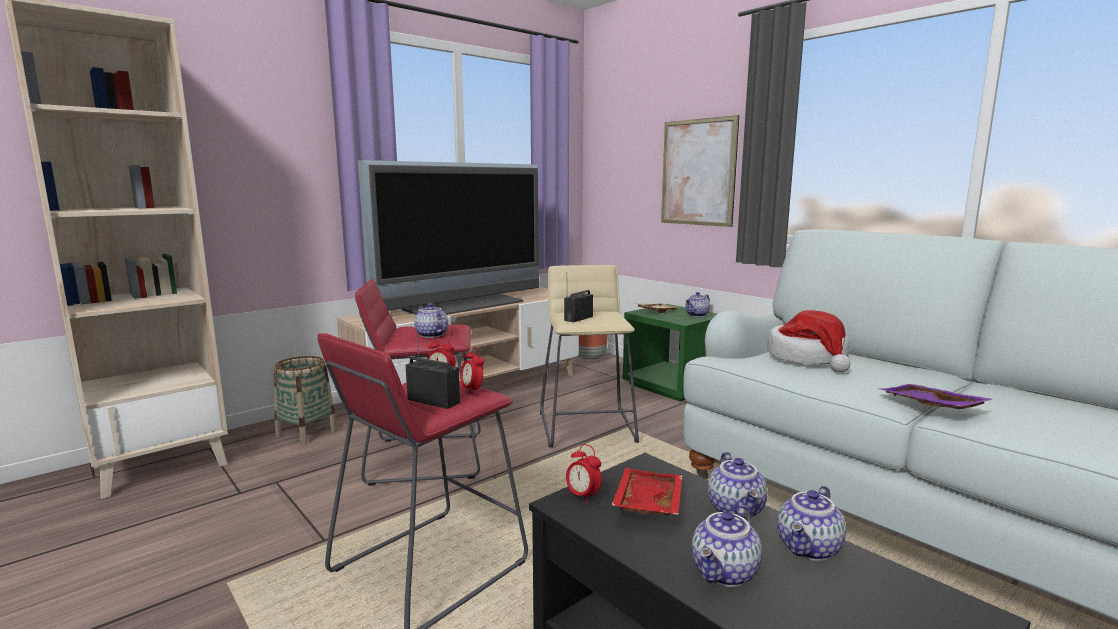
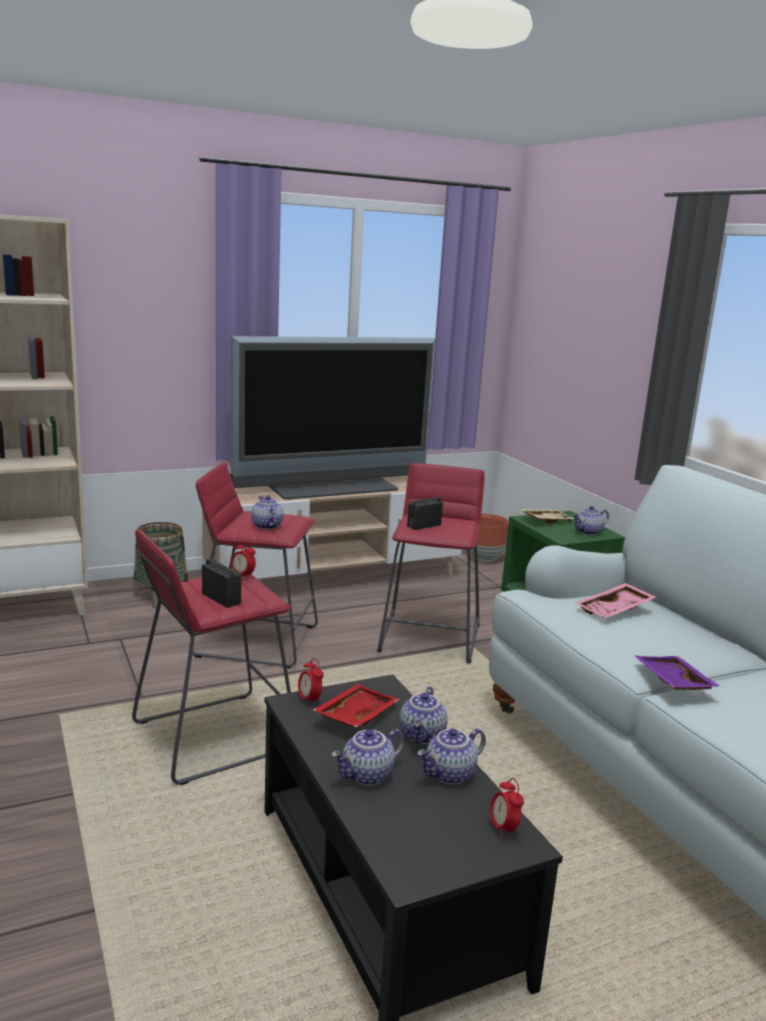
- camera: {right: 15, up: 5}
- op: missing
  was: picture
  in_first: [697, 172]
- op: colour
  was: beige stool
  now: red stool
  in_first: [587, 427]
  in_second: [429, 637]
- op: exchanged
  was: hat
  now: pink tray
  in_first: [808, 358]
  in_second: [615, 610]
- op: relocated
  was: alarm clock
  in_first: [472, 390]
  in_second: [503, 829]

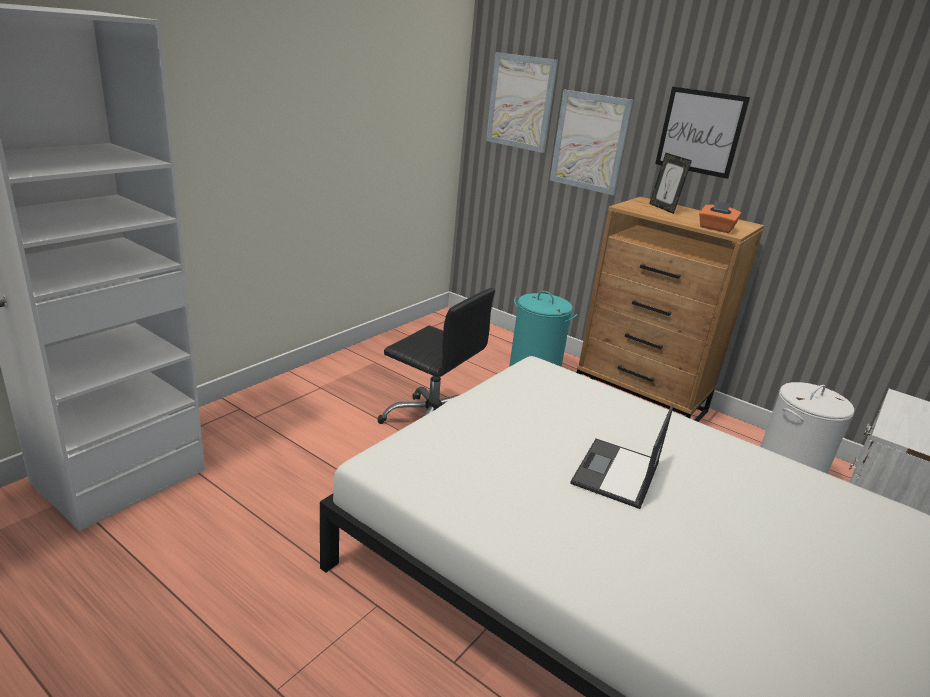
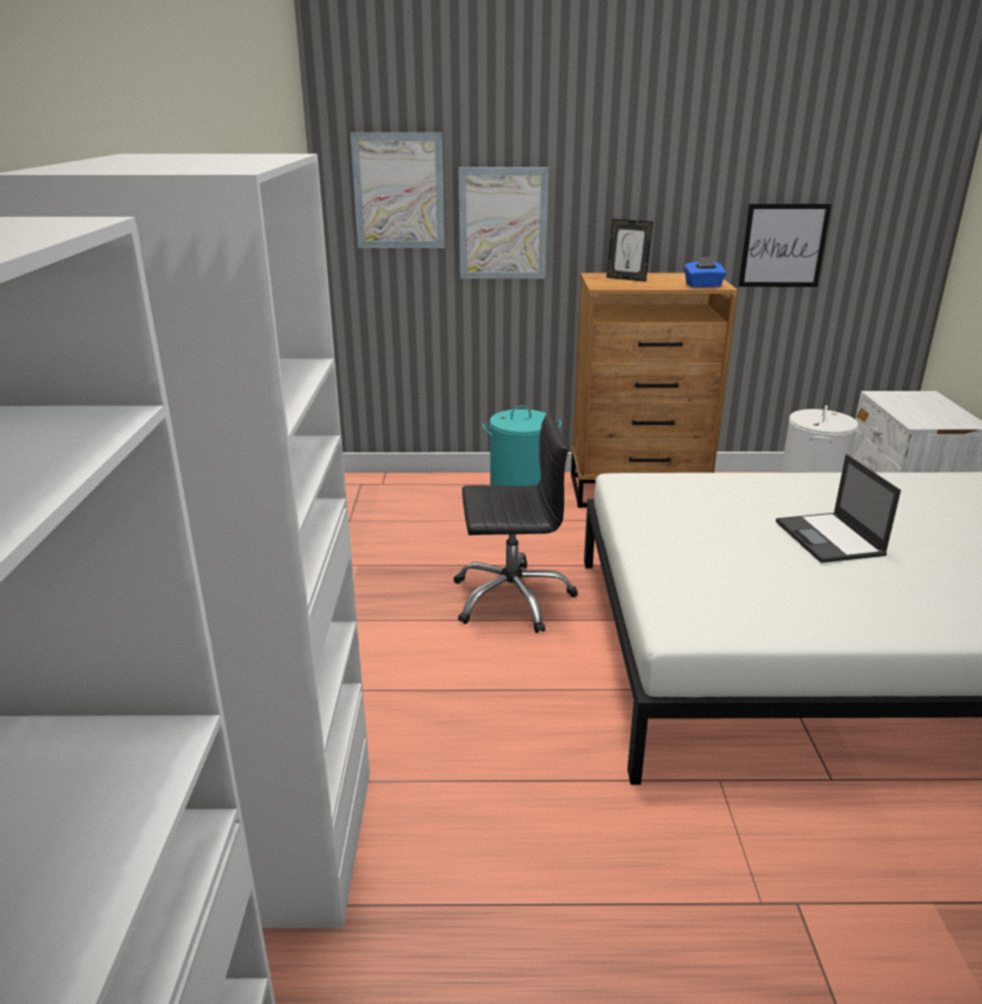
- camera: {right: -35, up: 0}
- op: relocated
  was: picture
  in_first: [700, 132]
  in_second: [783, 245]
- op: colour
  was: orange tissue box
  now: blue tissue box
  in_first: [715, 228]
  in_second: [703, 286]

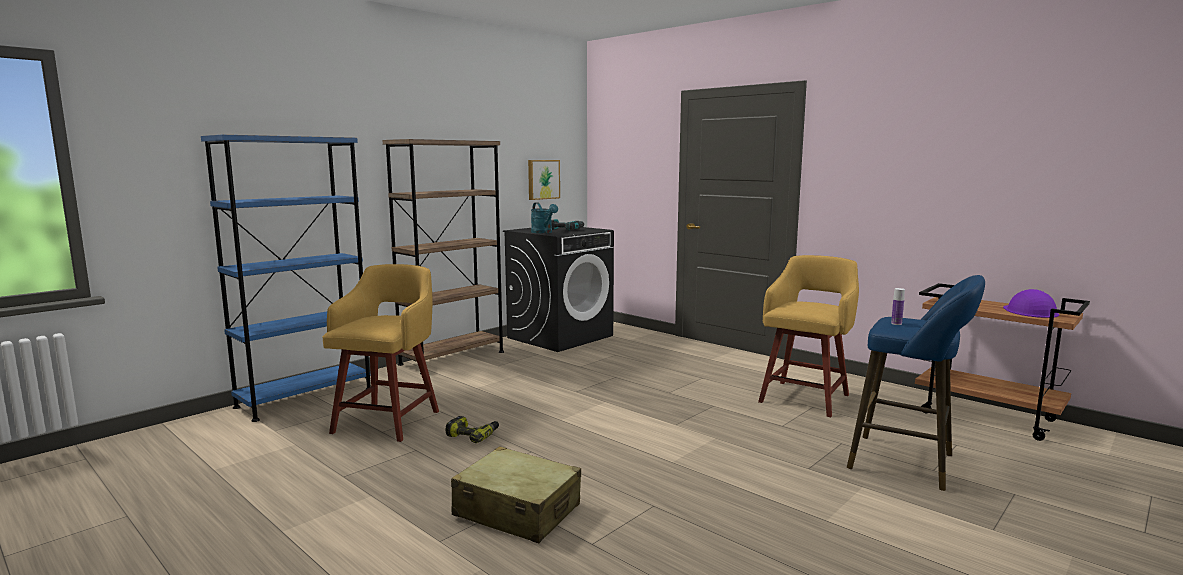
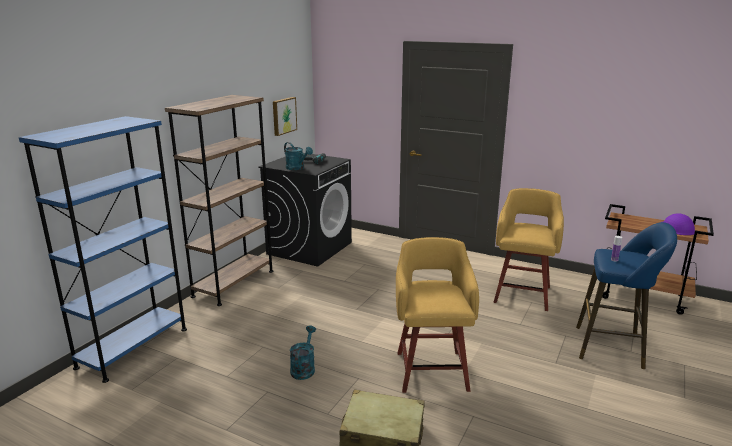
- camera: {right: -15, up: 10}
- op: relocated
  was: yellow stool
  in_first: [389, 420]
  in_second: [432, 369]
- op: exchanged
  was: power drill
  now: turquoise watering can
  in_first: [473, 435]
  in_second: [304, 368]

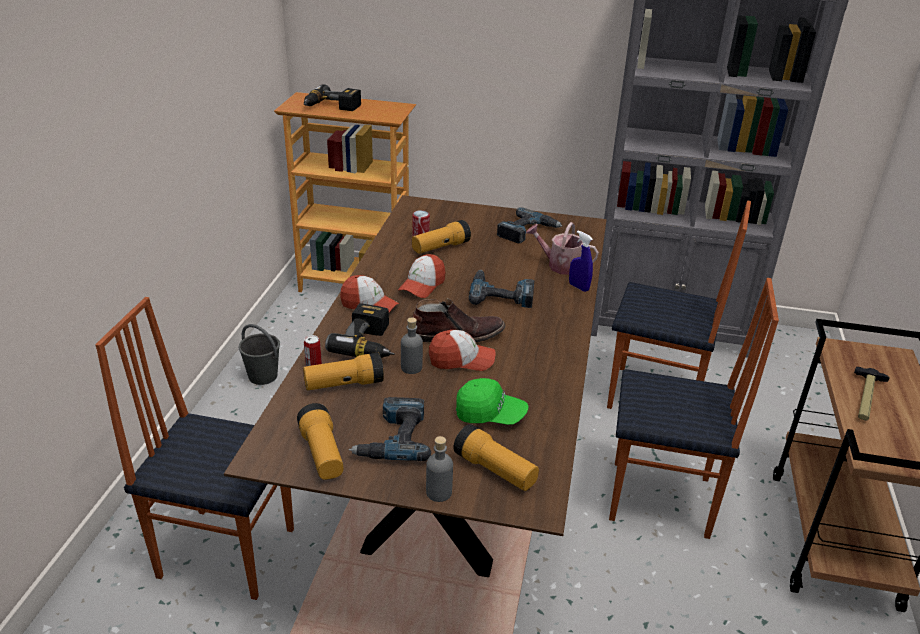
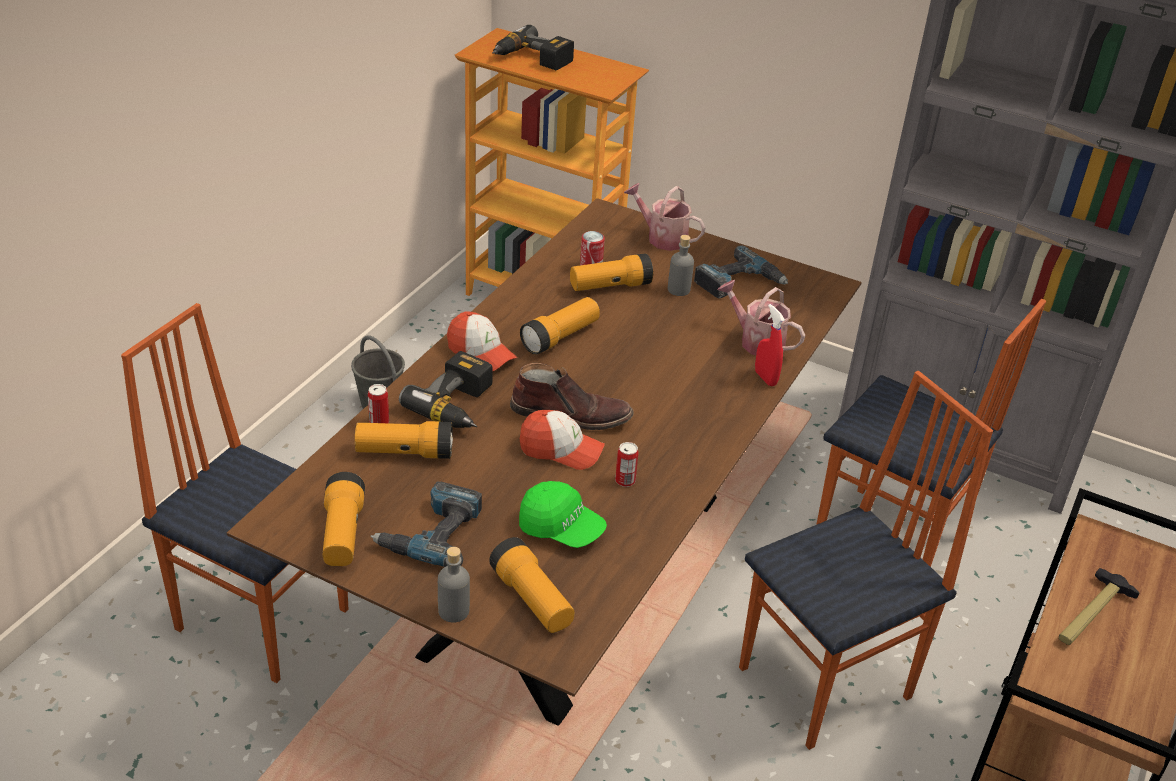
- camera: {right: 15, up: 5}
- op: colour
  was: blue spray bottle
  now: red spray bottle
  in_first: [578, 287]
  in_second: [765, 378]
- op: exchanged
  was: cap
  now: flashlight
  in_first: [422, 285]
  in_second: [560, 337]
- op: missing
  was: power drill
  in_first: [501, 294]
- op: spun
  was: chair
  in_first: [661, 500]
  in_second: [828, 684]
  clockwise: -60
- op: relocated
  was: grey bottle
  in_first: [411, 367]
  in_second: [679, 289]
- op: appeared
  now: watering can
  in_second: [662, 237]
- op: appeared
  now: can
  in_second: [625, 480]

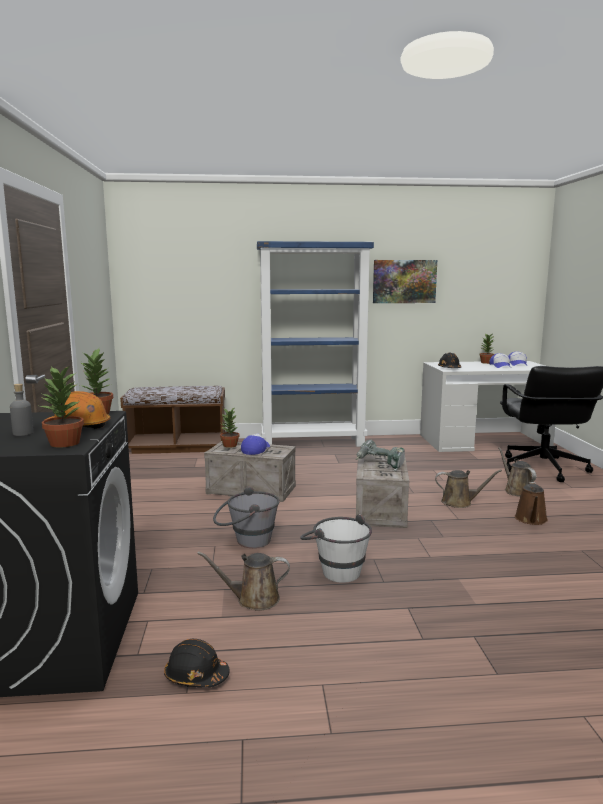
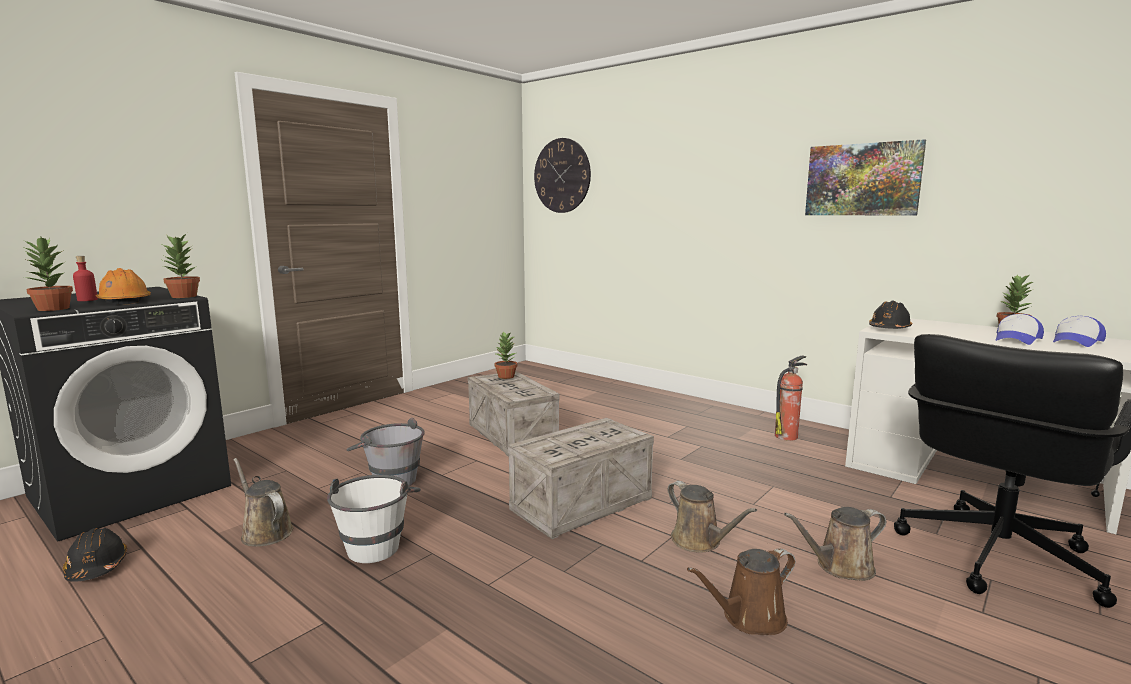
- camera: {right: 45, up: 0}
- op: missing
  was: blue bookcase
  in_first: [313, 442]
- op: colour
  was: grey bottle
  now: red bottle
  in_first: [23, 433]
  in_second: [87, 300]
- op: missing
  was: brown bench
  in_first: [177, 447]
- op: missing
  was: cap
  in_first: [255, 449]
- op: missing
  was: power drill
  in_first: [379, 465]
- op: spun
  was: brown watering can
  in_first: [516, 491]
  in_second: [840, 567]
  clockwise: -135
- op: appeared
  now: wall clock
  in_second: [562, 175]
- op: appeared
  now: fire extinguisher
  in_second: [787, 436]

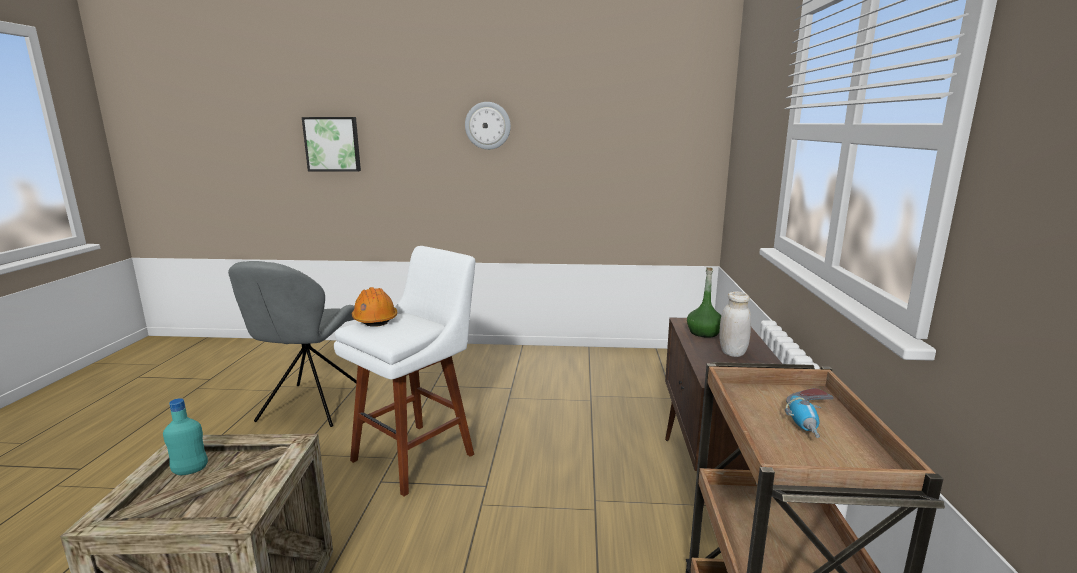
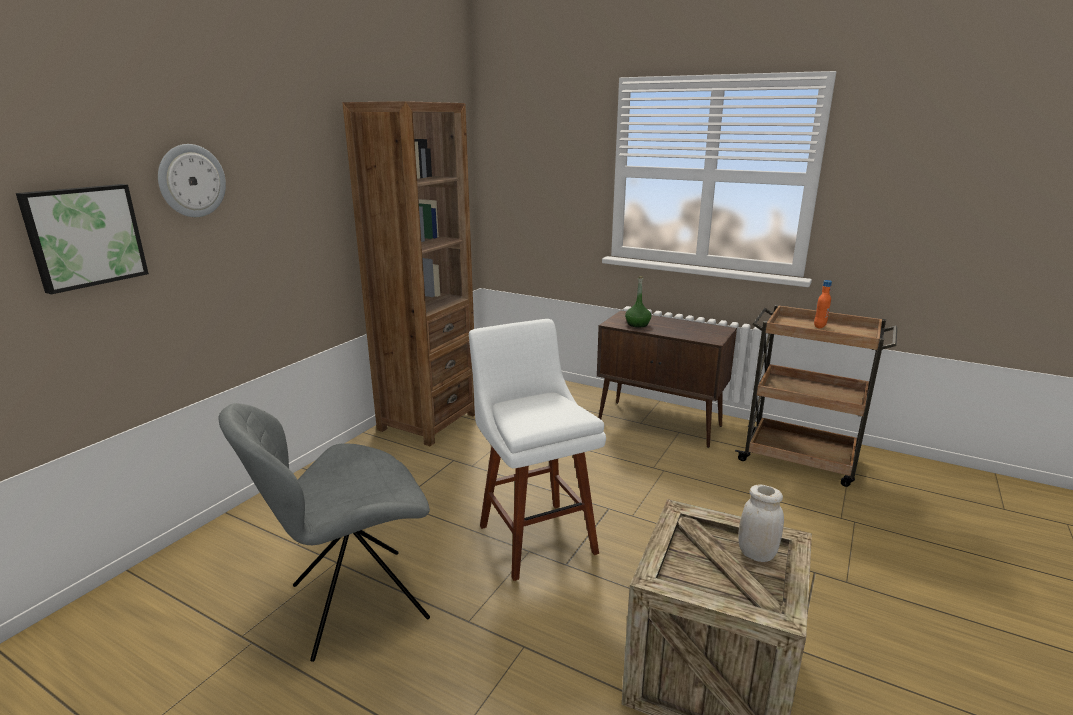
- camera: {right: -65, up: 5}
- op: relocated
  was: wall clock
  in_first: [488, 125]
  in_second: [191, 181]
- op: spun
  was: grey chair
  in_first: [311, 407]
  in_second: [353, 603]
  clockwise: 120
- op: missing
  was: orange hard hat
  in_first: [374, 319]
- op: relocated
  was: white jar
  in_first: [732, 352]
  in_second: [756, 554]
- op: exchanged
  was: power drill
  now: orange bottle
  in_first: [812, 422]
  in_second: [819, 326]
- op: missing
  was: turquoise bottle
  in_first: [190, 471]
- op: appeared
  now: brown bookcase
  in_second: [428, 421]

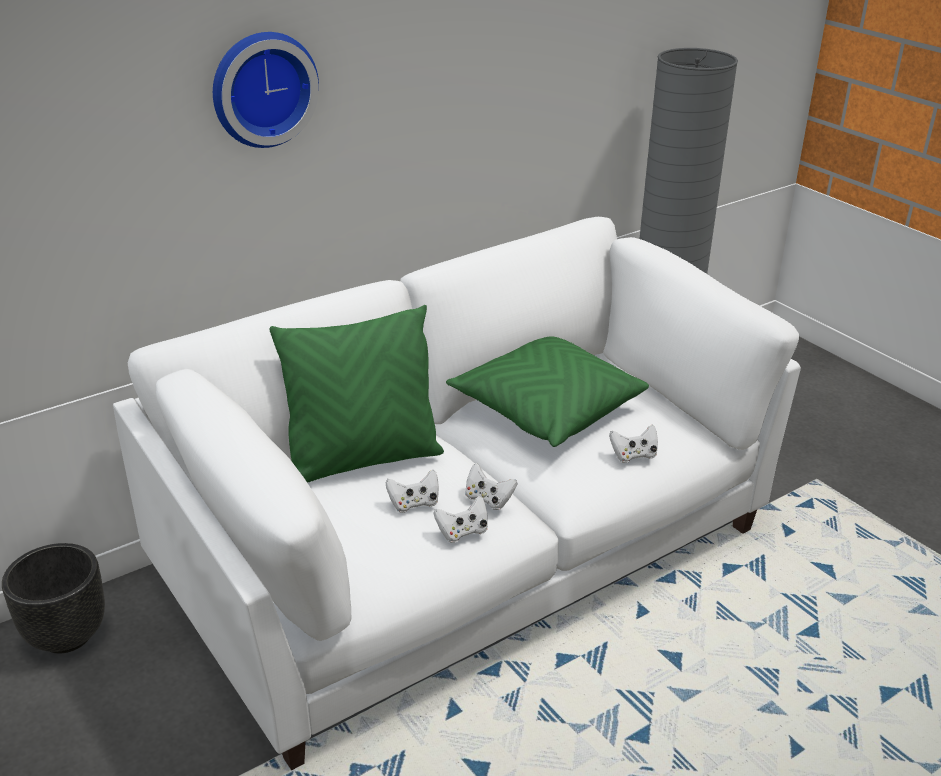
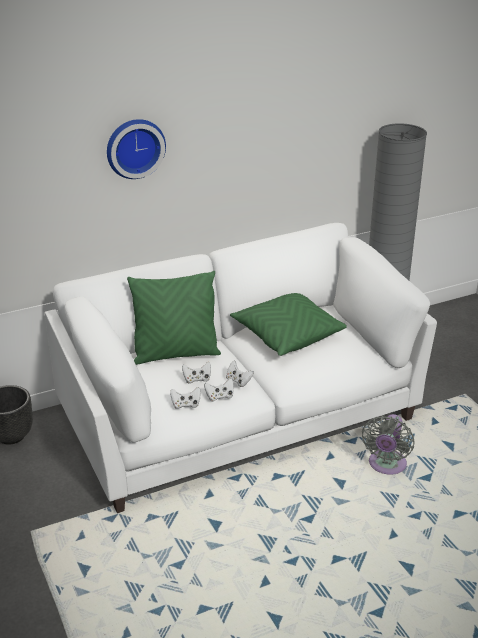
- camera: {right: 10, up: 0}
- op: relocated
  was: white game controller
  in_first: [633, 455]
  in_second: [186, 405]
- op: appeared
  now: grey fan
  in_second: [386, 466]

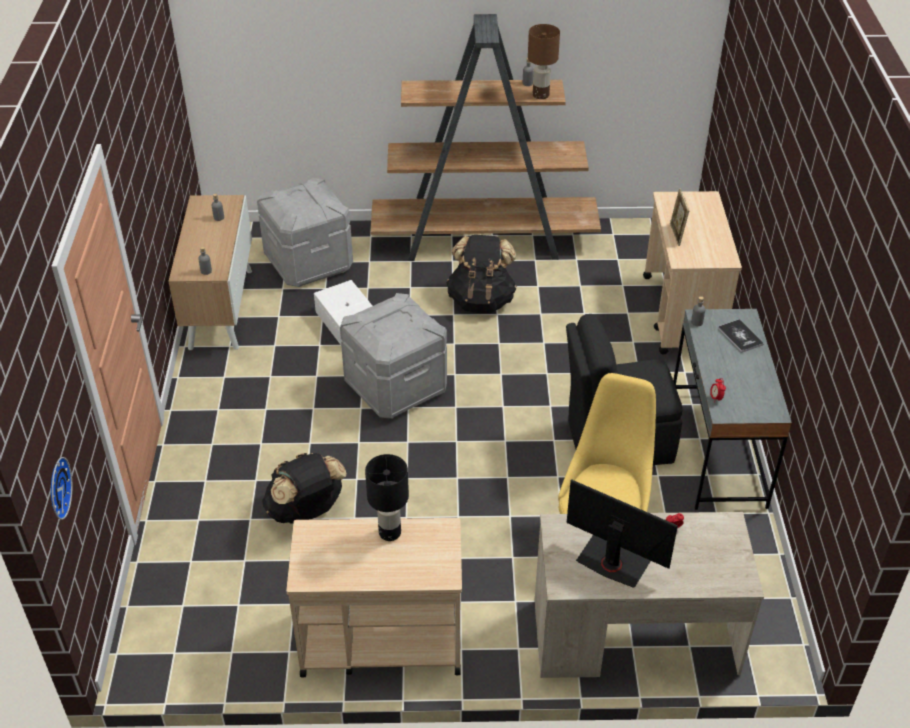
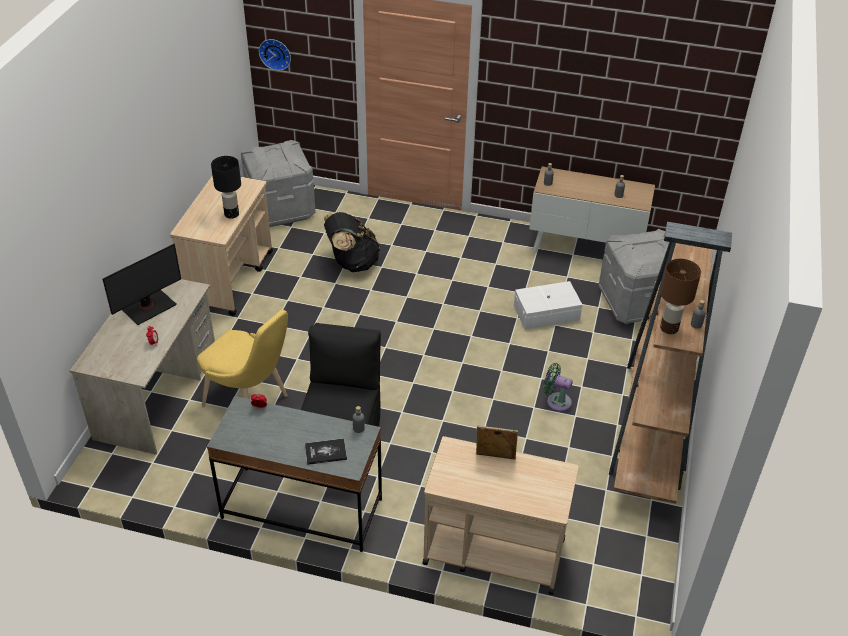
- camera: {right: 105, up: 0}
- op: exchanged
  was: black backpack
  now: green fan
  in_first: [481, 300]
  in_second: [556, 401]
- op: relocated
  was: grey storage box
  in_first: [396, 386]
  in_second: [281, 209]

